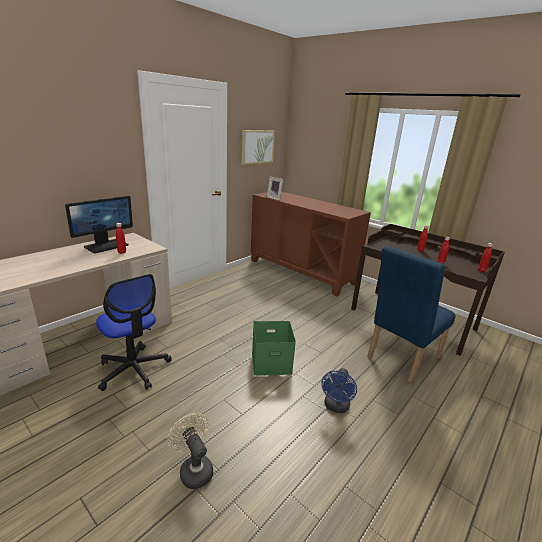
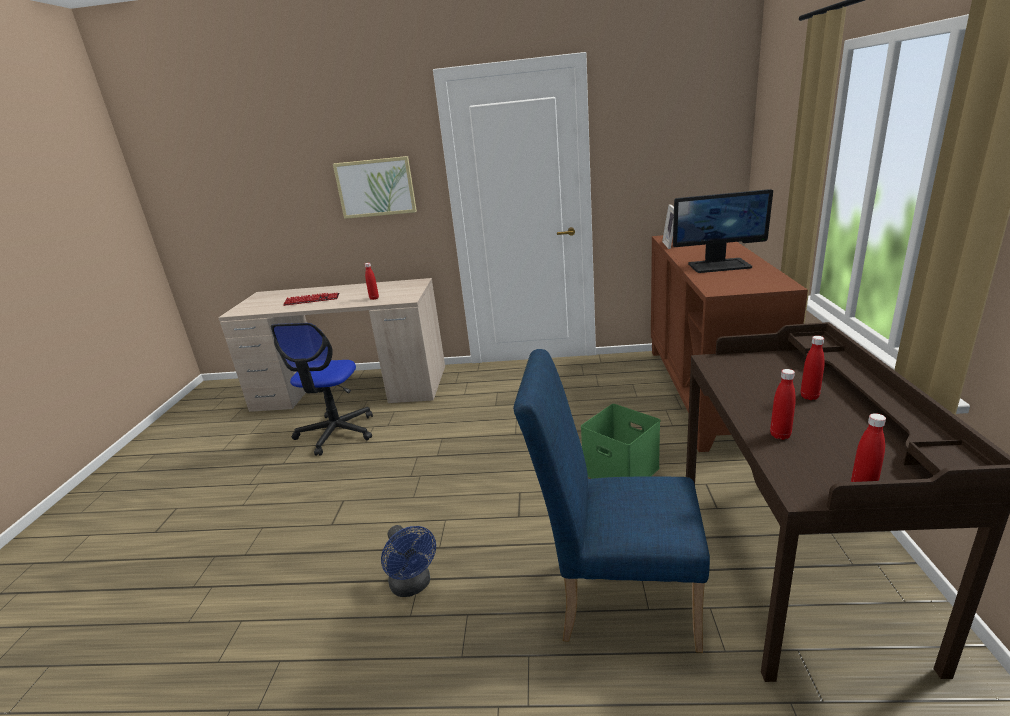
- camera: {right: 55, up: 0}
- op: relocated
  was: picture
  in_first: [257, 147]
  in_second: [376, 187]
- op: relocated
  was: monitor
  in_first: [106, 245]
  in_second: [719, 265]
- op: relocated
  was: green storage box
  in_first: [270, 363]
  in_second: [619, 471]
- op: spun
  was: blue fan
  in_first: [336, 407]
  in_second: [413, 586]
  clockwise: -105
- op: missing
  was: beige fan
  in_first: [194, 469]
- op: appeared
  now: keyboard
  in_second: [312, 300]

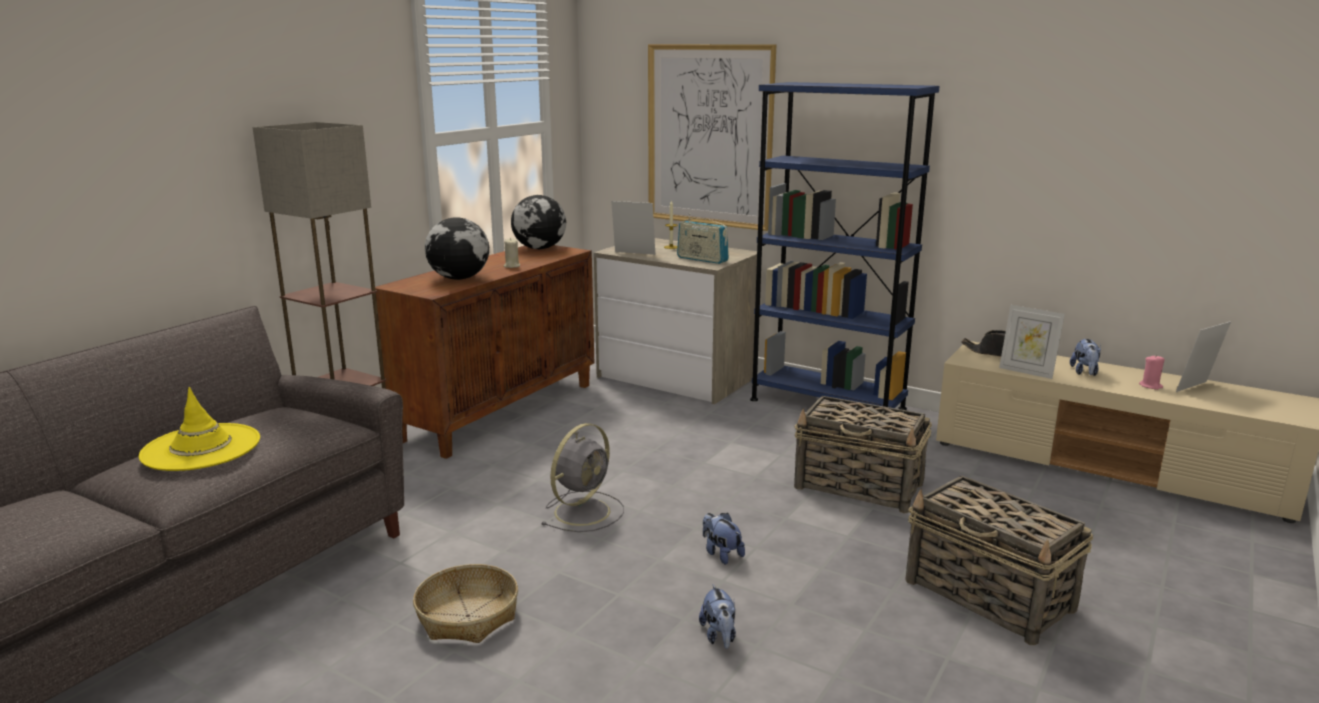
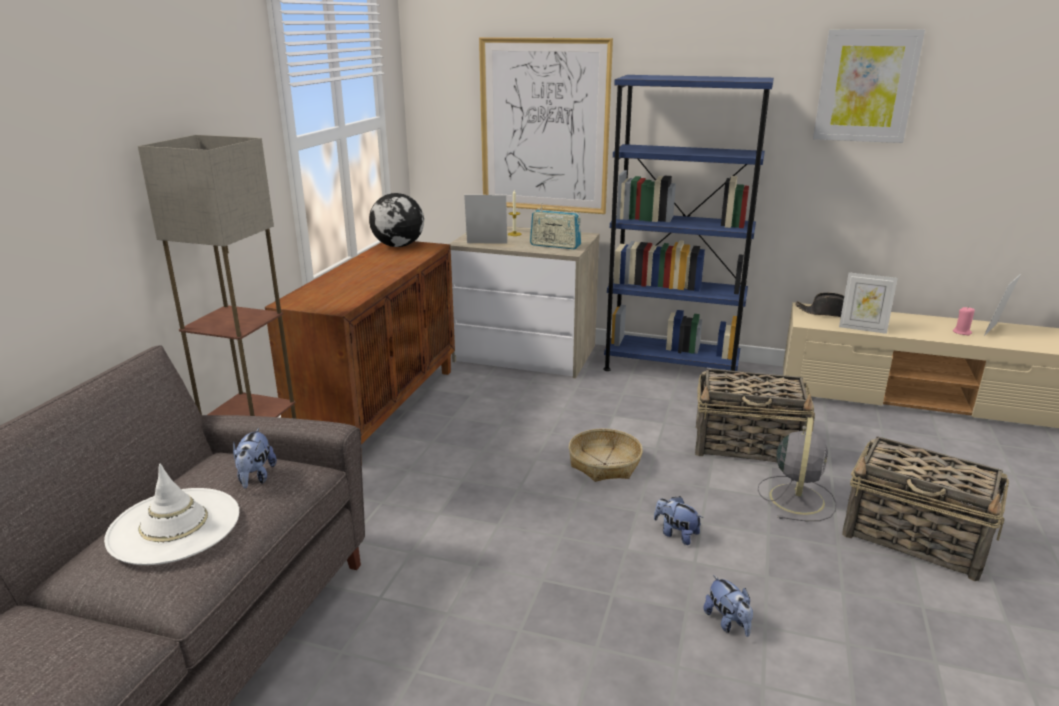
- camera: {right: -15, up: 5}
- op: missing
  was: globe
  in_first: [459, 278]
- op: missing
  was: beige candle
  in_first: [511, 266]
- op: relocated
  was: plush toy
  in_first: [1084, 372]
  in_second: [255, 478]
- op: colour
  was: yellow hat
  now: white hat
  in_first: [201, 448]
  in_second: [174, 526]
- op: relocated
  was: grey fan
  in_first: [584, 511]
  in_second: [796, 498]
- op: relocated
  was: basket
  in_first: [467, 616]
  in_second: [604, 464]
- op: appeared
  now: picture
  in_second: [866, 86]

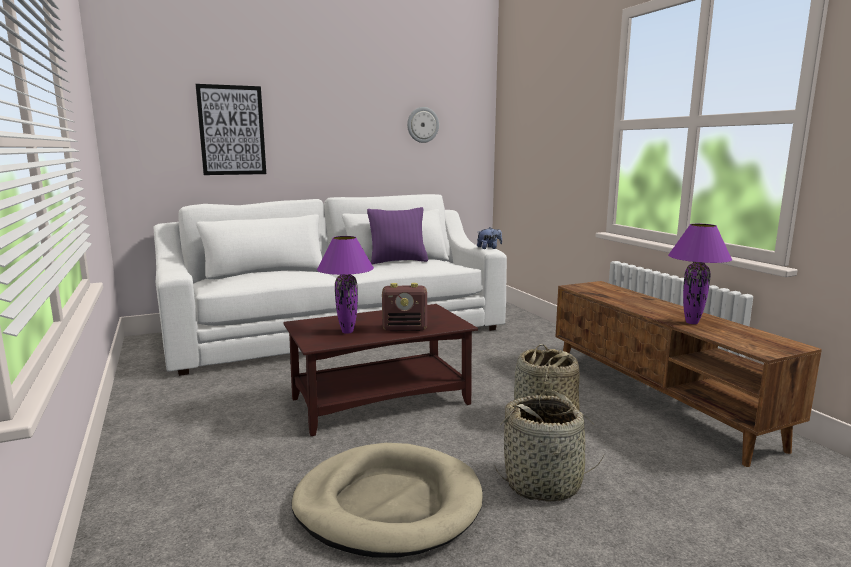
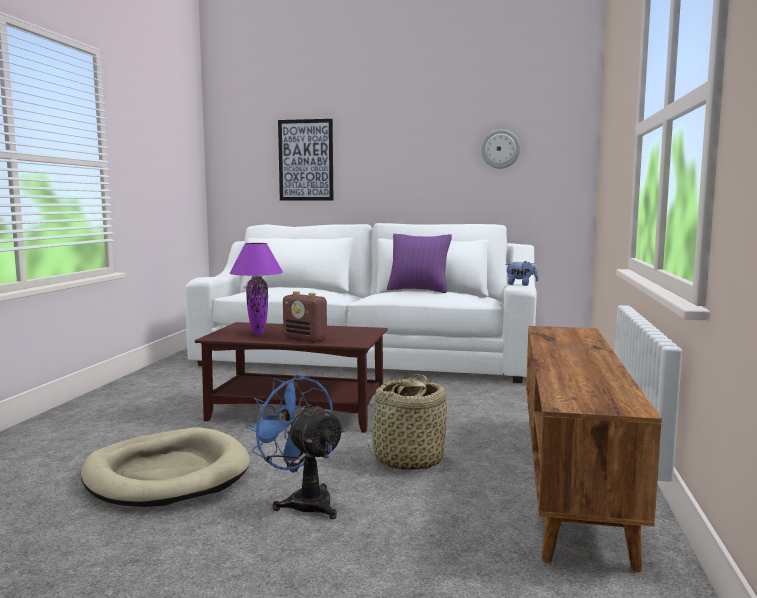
- camera: {right: 35, up: -5}
- op: missing
  was: purple table lamp
  in_first: [691, 322]
- op: exchanged
  was: basket
  now: blue fan
  in_first: [544, 483]
  in_second: [303, 501]

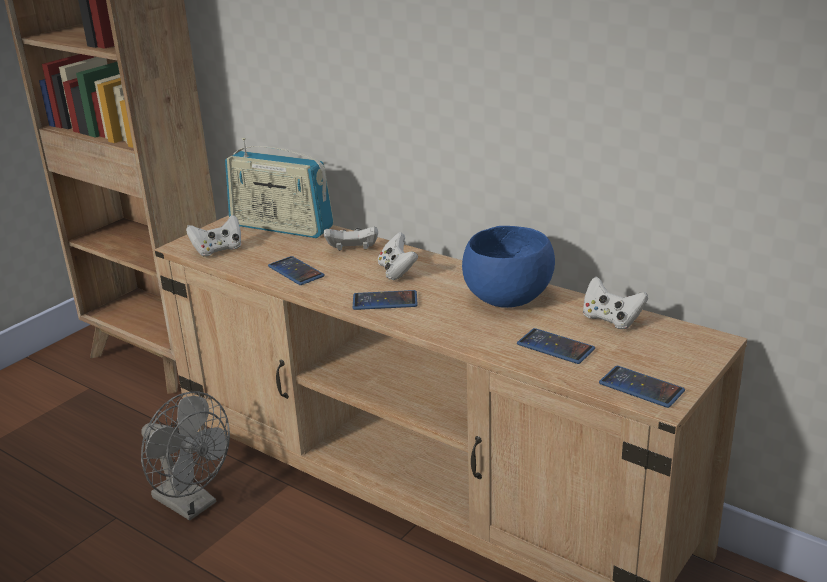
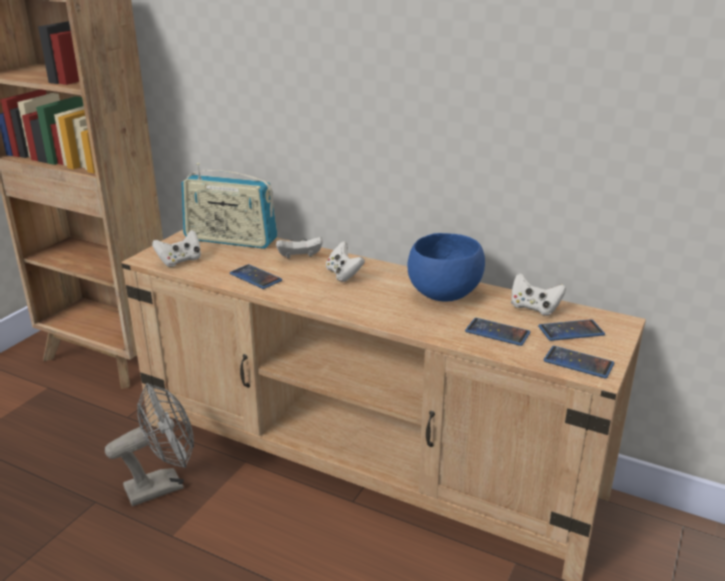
- camera: {right: -10, up: 0}
- op: relocated
  was: phone
  in_first: [385, 301]
  in_second: [571, 331]
- op: spun
  was: grey fan
  in_first: [192, 504]
  in_second: [163, 485]
  clockwise: -60

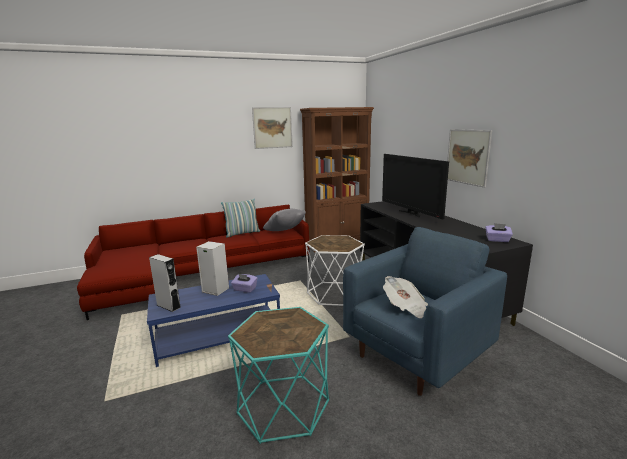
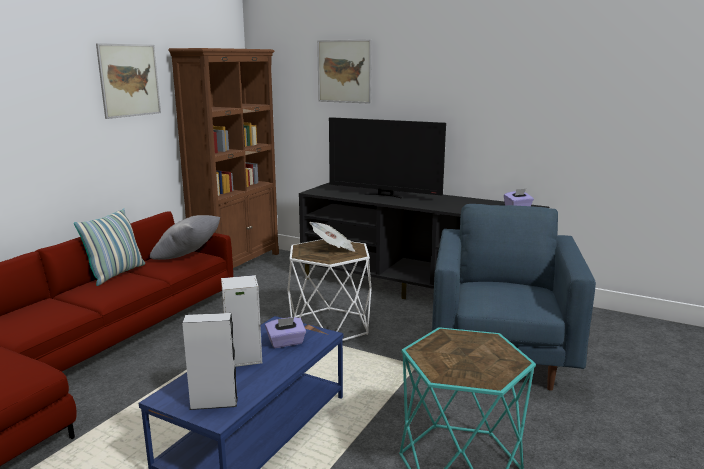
- camera: {right: -40, up: 0}
- op: relocated
  was: picture
  in_first: [467, 157]
  in_second: [344, 71]
- op: relocated
  was: newspaper
  in_first: [405, 307]
  in_second: [333, 248]

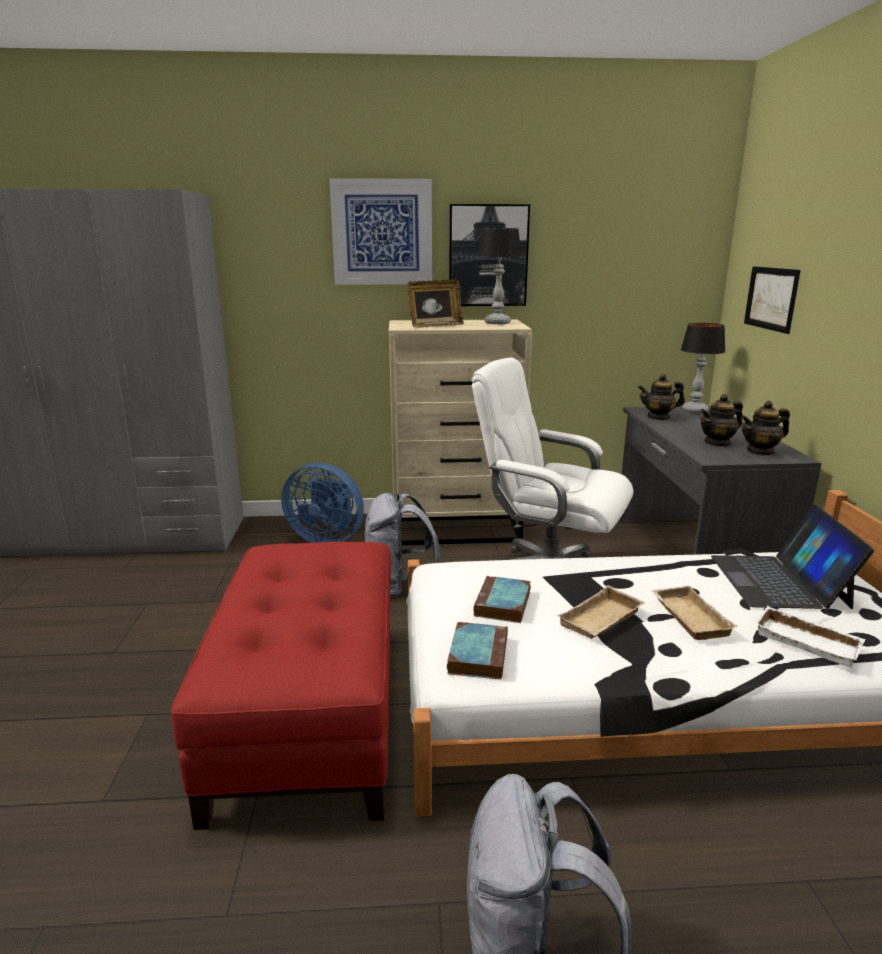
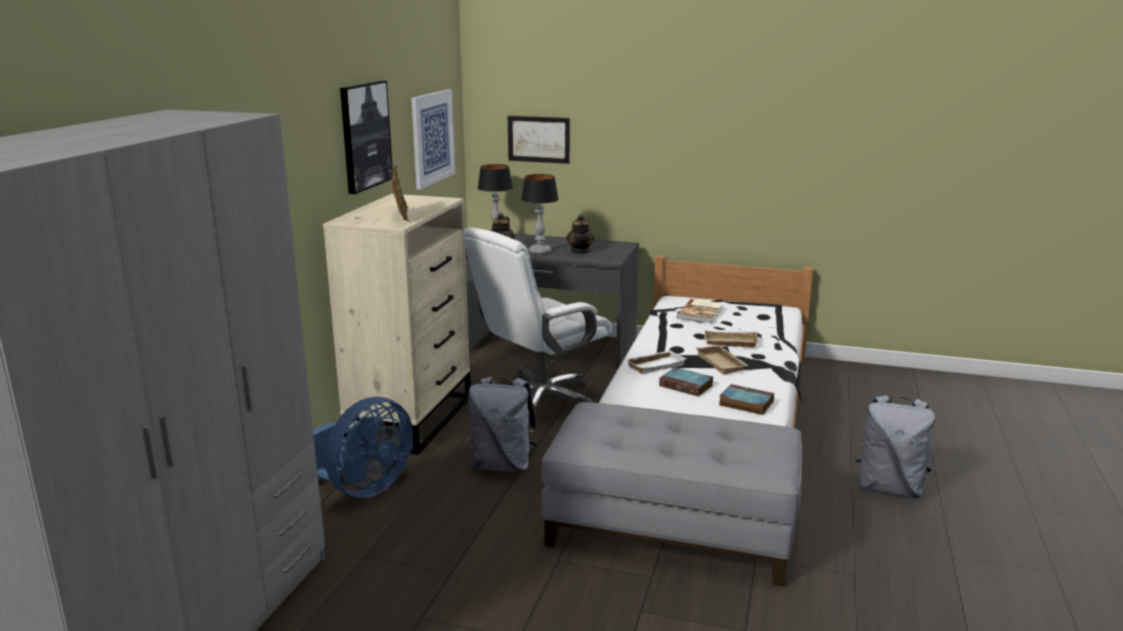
- camera: {right: -70, up: 0}
- op: relocated
  was: picture
  in_first: [382, 232]
  in_second: [432, 137]
- op: relocated
  was: table lamp
  in_first: [498, 323]
  in_second: [540, 252]
- op: missing
  was: teapot
  in_first: [760, 451]
- op: exchanged
  was: laptop
  now: book
  in_first: [779, 581]
  in_second: [701, 313]
- op: colour
  was: red ottoman
  now: grey ottoman
  in_first: [312, 710]
  in_second: [672, 528]
- op: relocated
  was: white tray
  in_first: [808, 641]
  in_second: [655, 365]

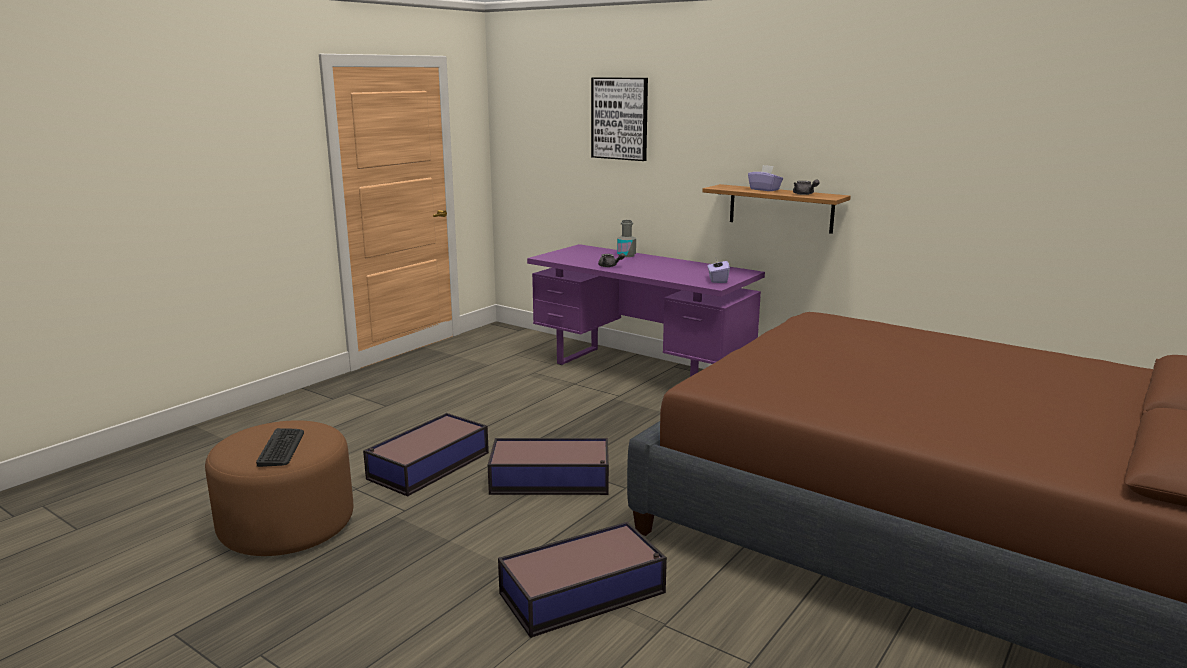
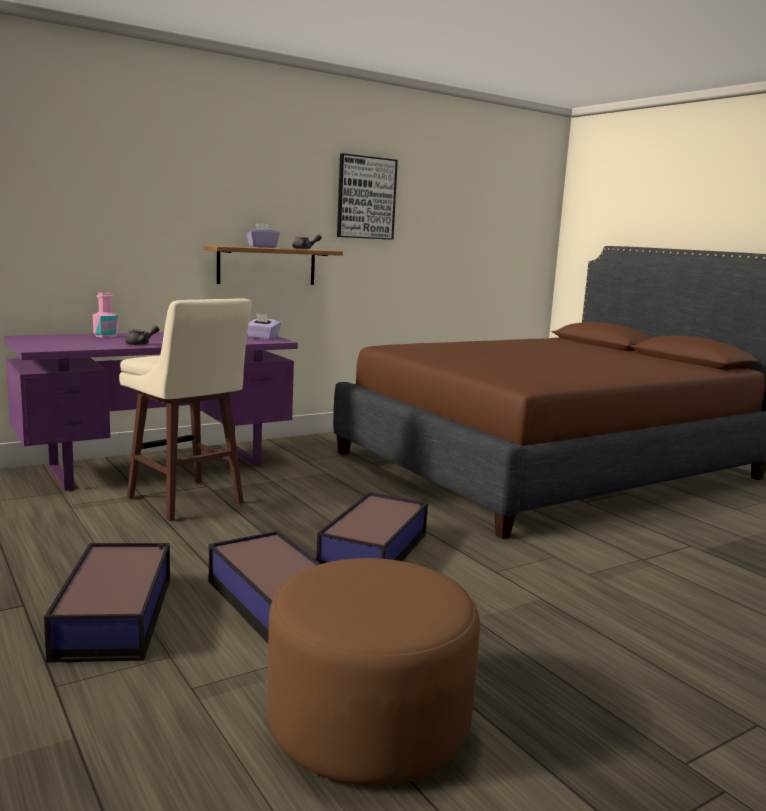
- camera: {right: -70, up: -5}
- op: relocated
  was: picture
  in_first: [620, 118]
  in_second: [366, 198]
- op: colour
  was: grey bottle
  now: pink bottle
  in_first: [626, 255]
  in_second: [106, 336]
- op: missing
  was: keyboard
  in_first: [281, 448]
- op: relocated
  was: storage box
  in_first: [584, 593]
  in_second: [116, 615]
- op: appeared
  now: beige stool
  in_second: [186, 501]

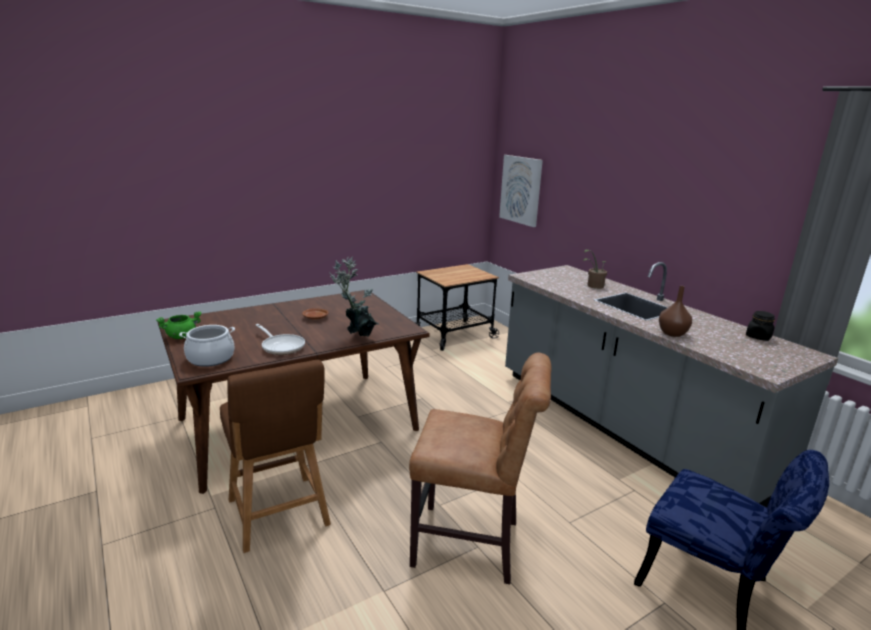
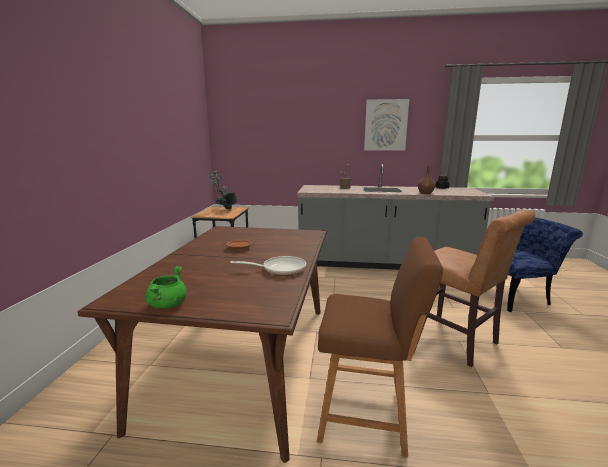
- camera: {right: -50, up: -5}
- op: relocated
  was: picture
  in_first: [521, 190]
  in_second: [385, 125]
- op: relocated
  was: potted plant
  in_first: [357, 335]
  in_second: [224, 210]
- op: missing
  was: cooking pot
  in_first: [210, 358]
- op: spun
  was: brown chair
  in_first: [472, 545]
  in_second: [456, 341]
  clockwise: 90

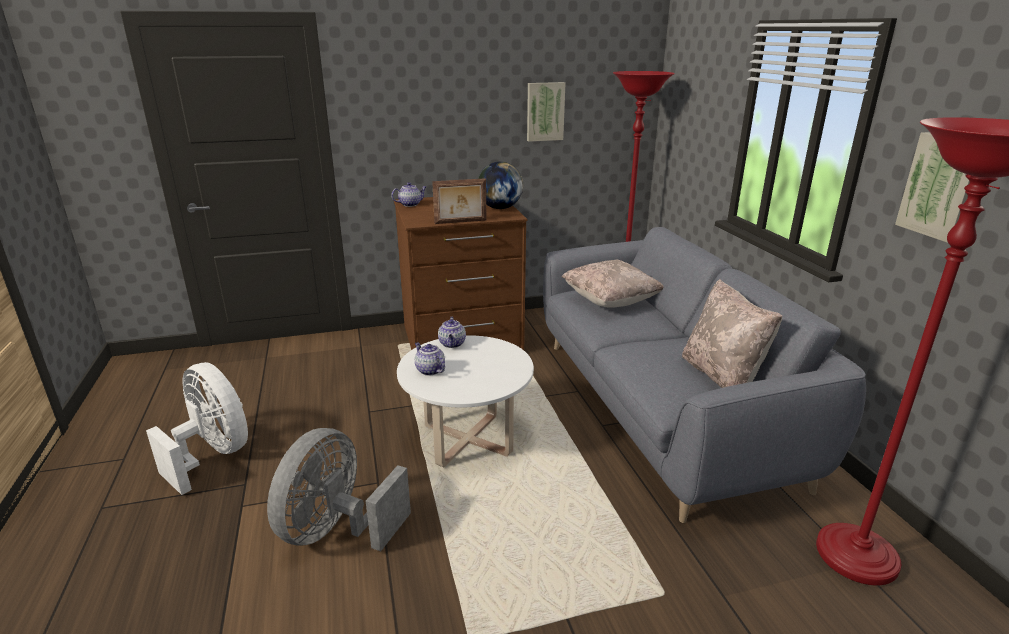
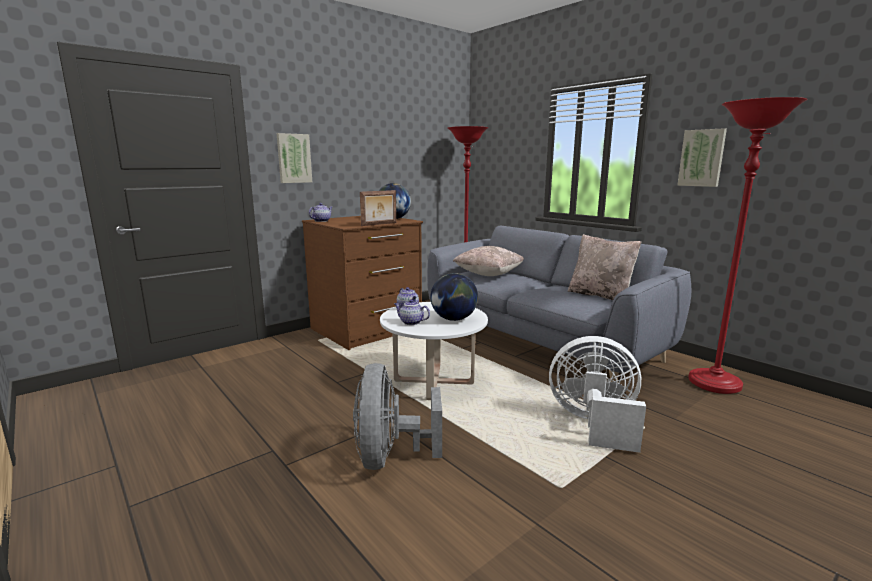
- camera: {right: -25, up: -10}
- op: relocated
  was: picture
  in_first: [545, 111]
  in_second: [294, 158]
- op: relocated
  was: white fan
  in_first: [213, 455]
  in_second: [594, 423]
- op: appeared
  now: globe
  in_second: [453, 319]

